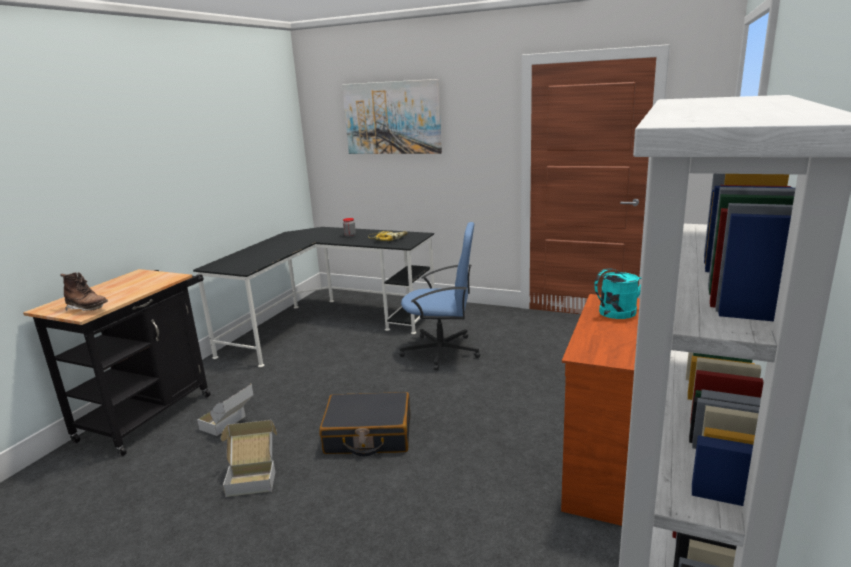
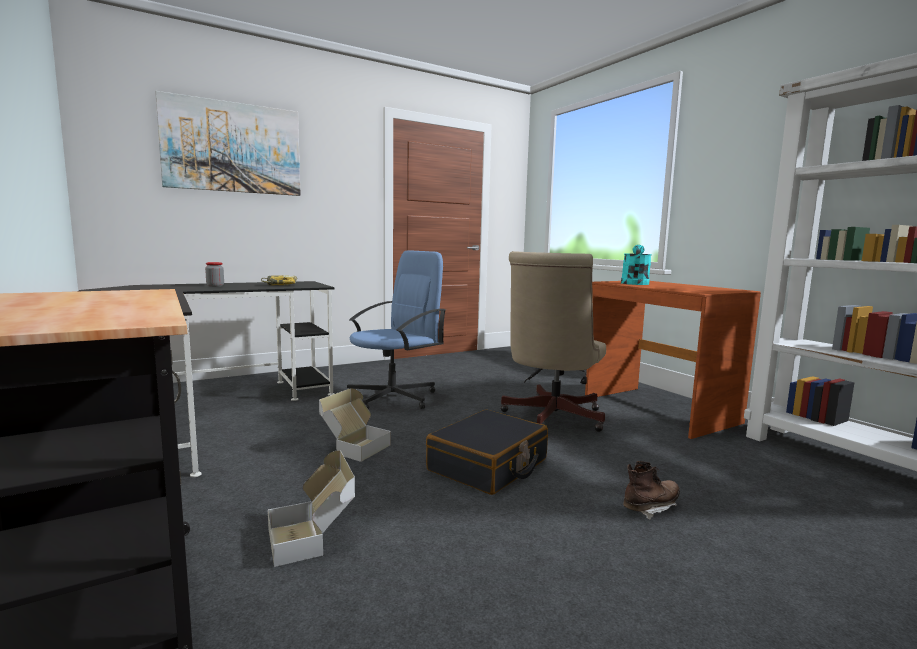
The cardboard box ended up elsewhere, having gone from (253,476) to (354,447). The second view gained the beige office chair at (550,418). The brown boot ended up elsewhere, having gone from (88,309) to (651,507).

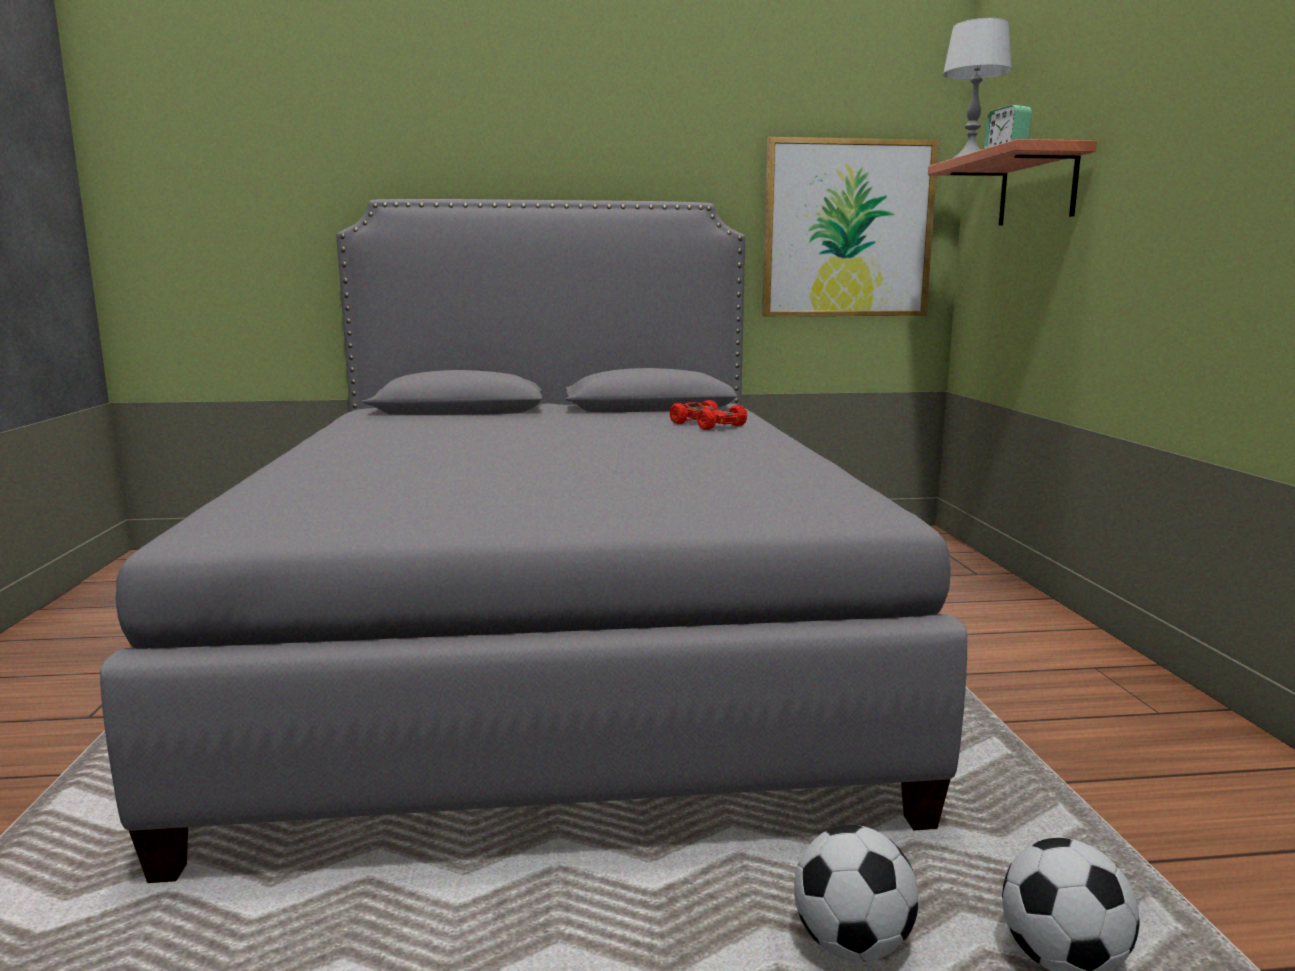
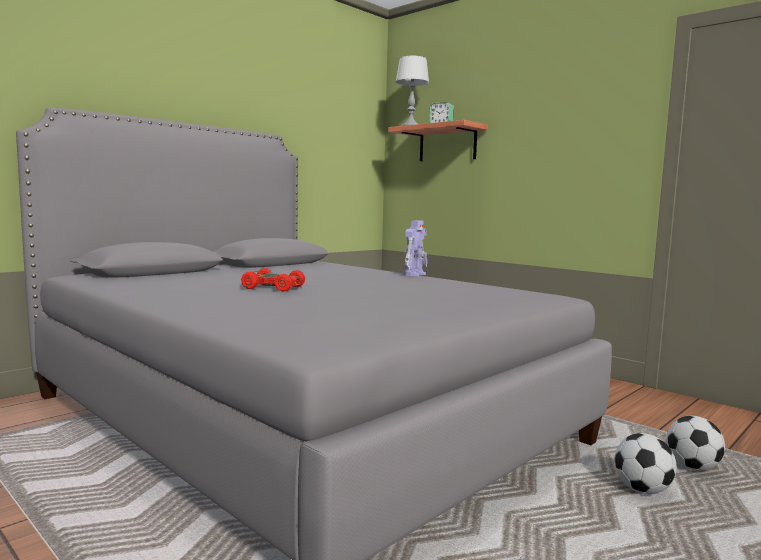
The red toy car ended up elsewhere, having gone from (706,425) to (272,288). The second view gained the toy robot at (414,274). The second view lost the picture at (847,229).

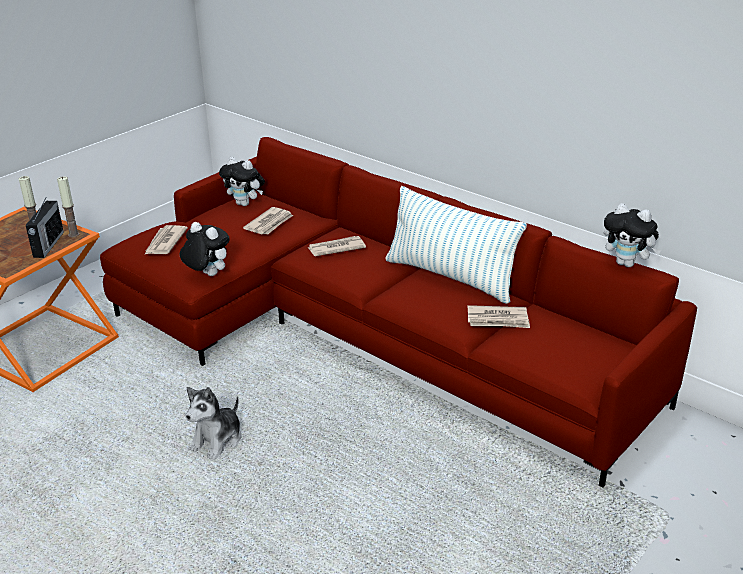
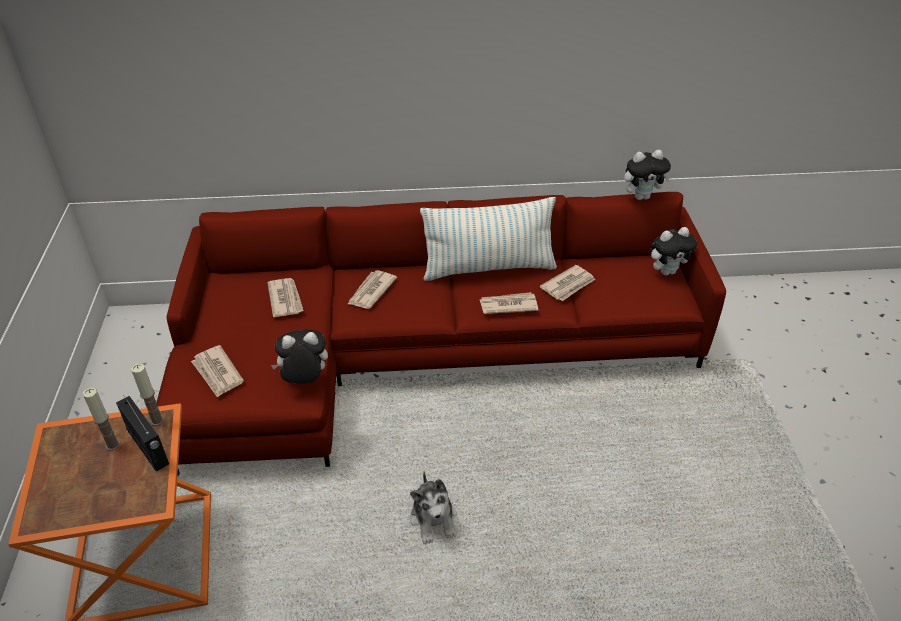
The second view gained the newspaper at (508,305). The plush toy ended up elsewhere, having gone from (245,204) to (667,271).

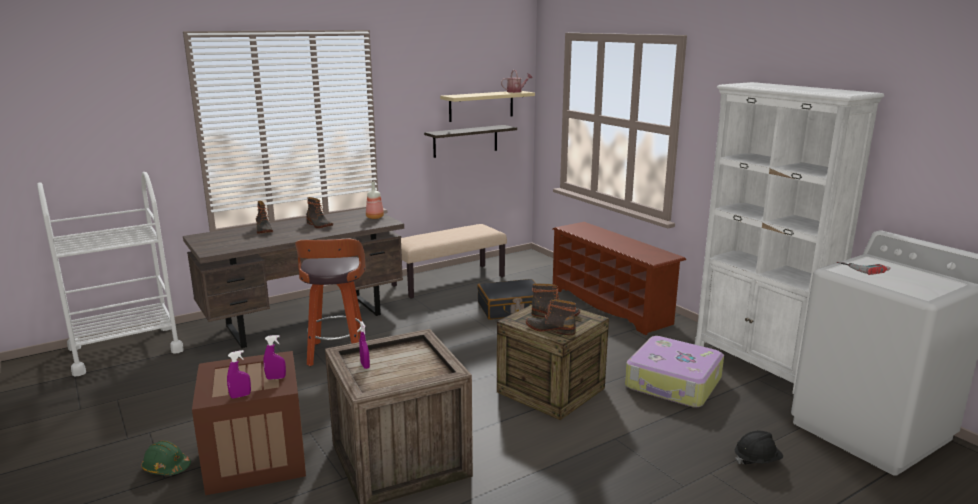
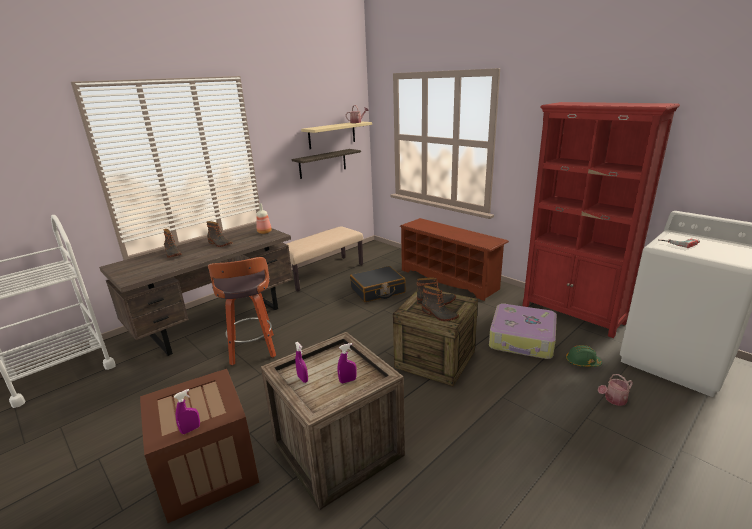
The purple spray bottle ended up elsewhere, having gone from (276,378) to (347,381). The boot at (550,329) ended up facing another way, 150 degrees counterclockwise from before. What was the white bookcase at (758,364) turned into the red bookcase at (573,314). The green hard hat ended up elsewhere, having gone from (166,467) to (582,362). Where the black hard hat stood at (757,460), the watering can came to stand at (613,400).

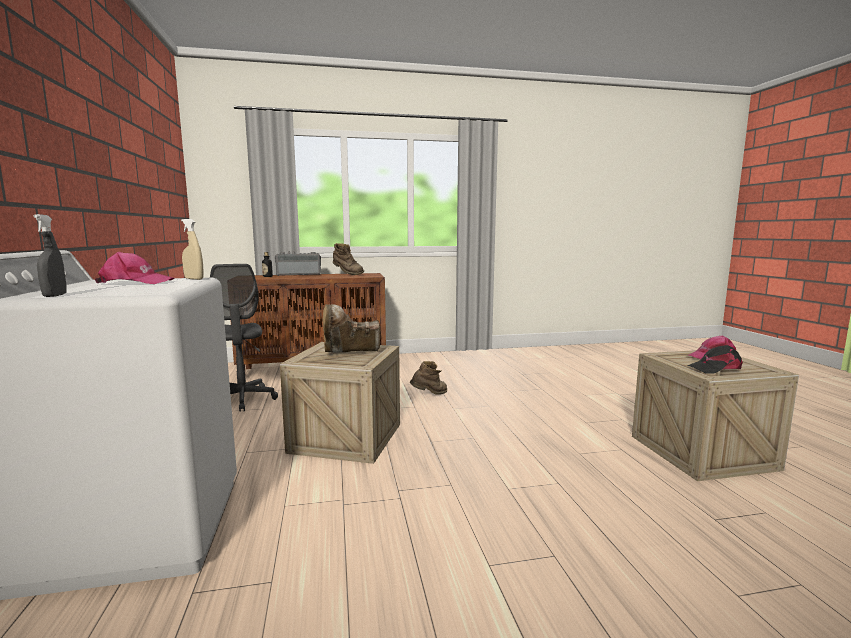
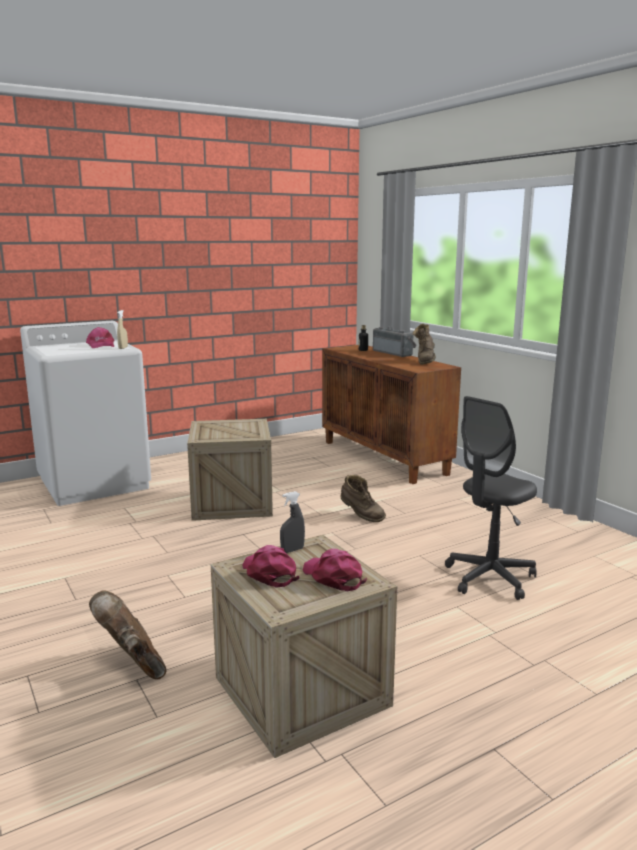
The brown boot ended up elsewhere, having gone from (350,355) to (133,663). What was the black cap at (715,368) turned into the pink cap at (269,572). The grey spray bottle ended up elsewhere, having gone from (55,295) to (292,550). The grey office chair ended up elsewhere, having gone from (243,400) to (490,578).

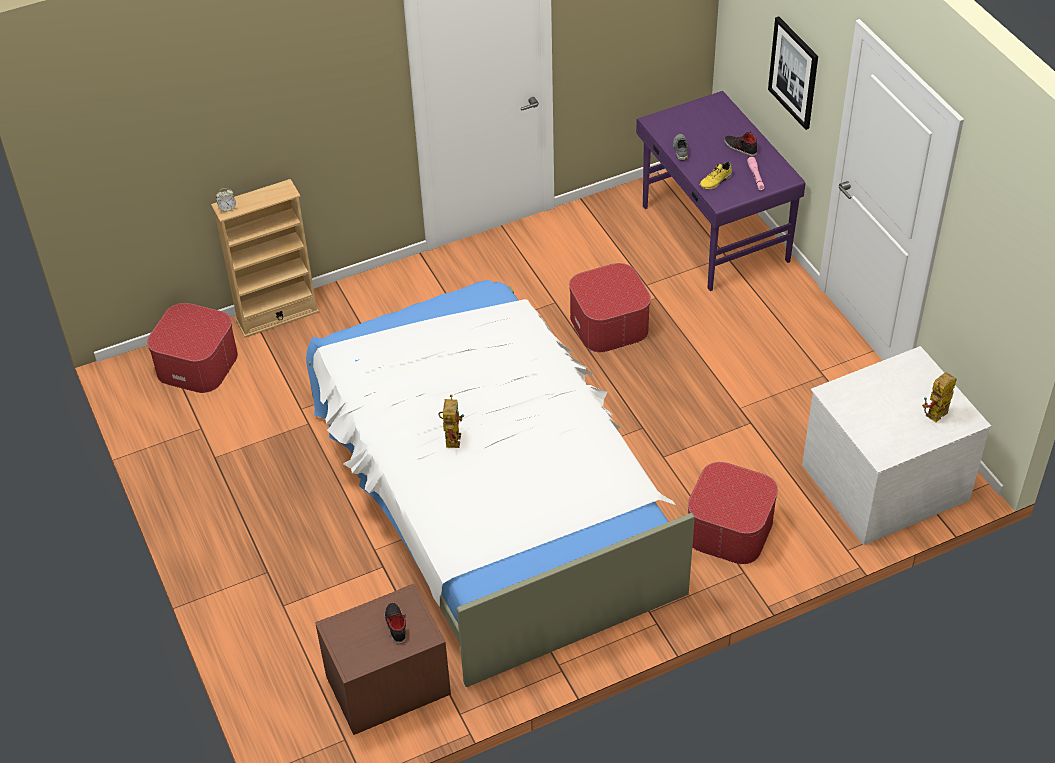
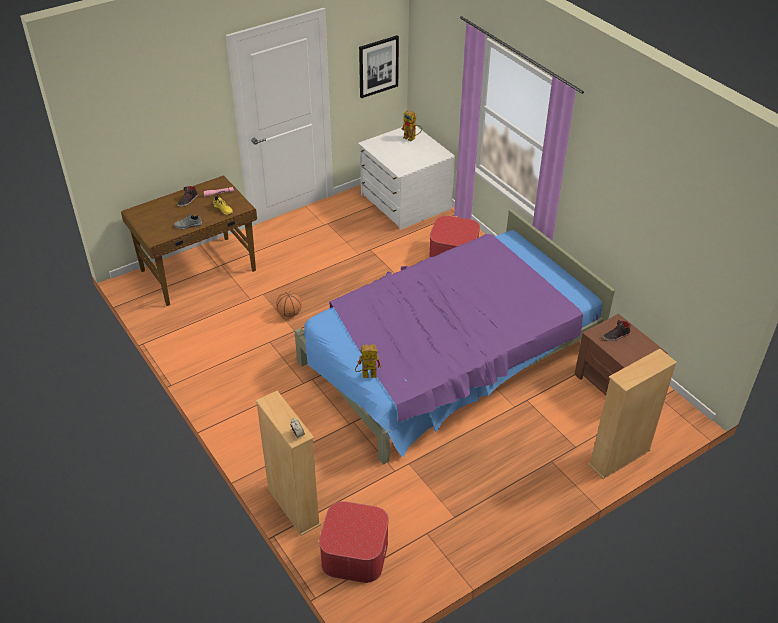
What was the purple desk at (714,234) turned into the brown desk at (199,271). Where the ottoman stood at (609,324), the basketball came to stand at (289,313). What was the white bed at (489,489) turned into the purple bed at (448,356). The toy robot ended up elsewhere, having gone from (451,436) to (366,376). The picture ended up elsewhere, having gone from (794,72) to (378,66). The second view gained the beige bookcase at (619,458).

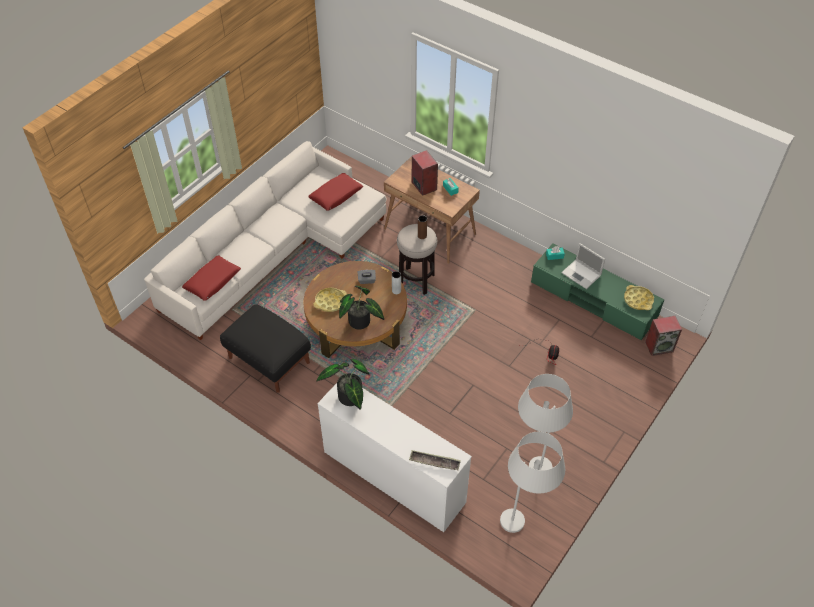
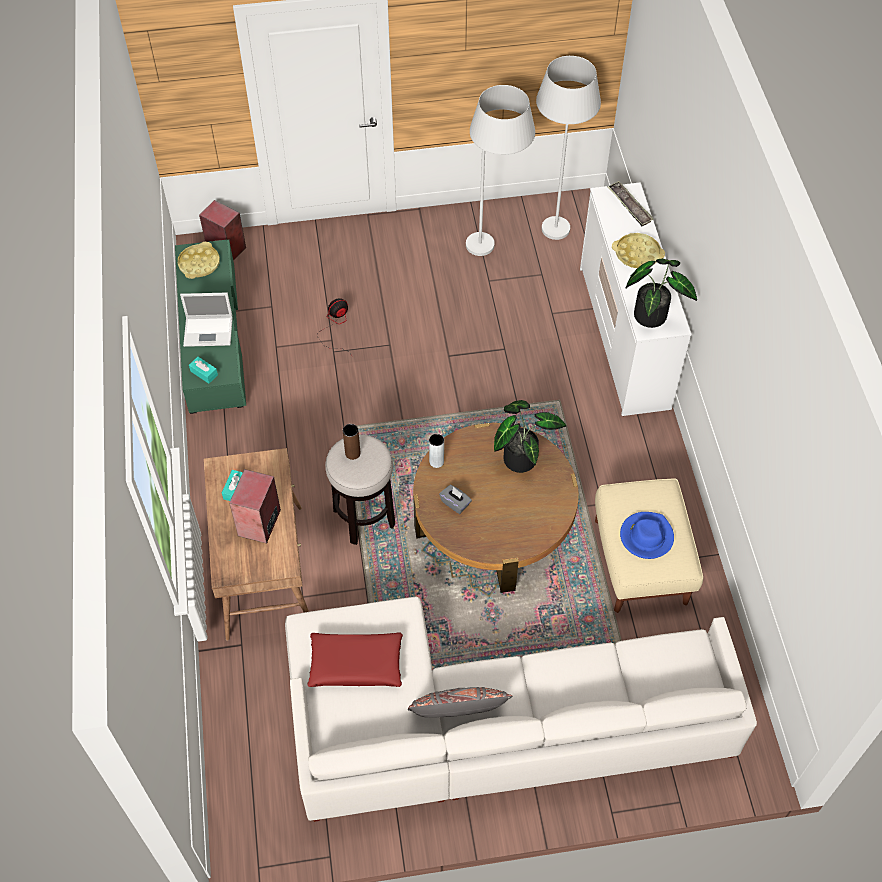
The laptop at (582,274) ended up facing another way, 90 degrees clockwise from before. The second view gained the grey pillow at (458,711). What was the black ottoman at (269,359) turned into the beige ottoman at (640,561). The yellow tray ended up elsewhere, having gone from (330,301) to (637,254). The second view gained the blue hat at (646,536). The second view lost the red pillow at (212,282).

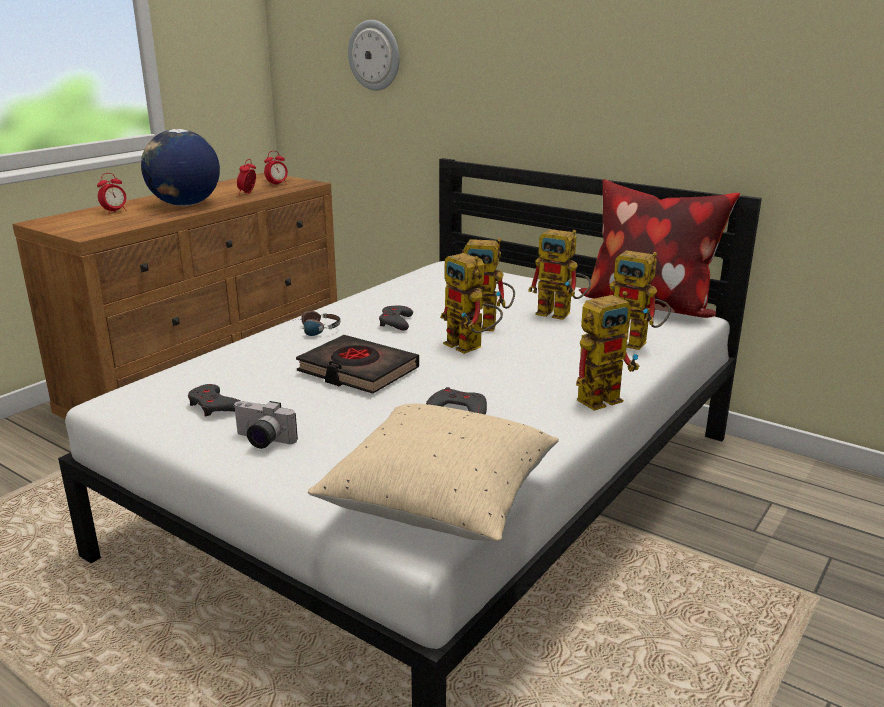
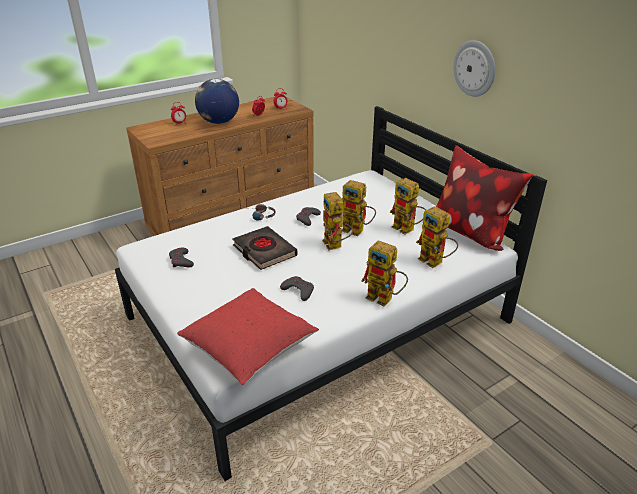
What was the beige pillow at (440,501) turned into the red pillow at (249,348). The toy robot at (604,397) ended up facing another way, 45 degrees clockwise from before. The wall clock ended up elsewhere, having gone from (375,55) to (475,68). The second view lost the photo camera at (261,441).

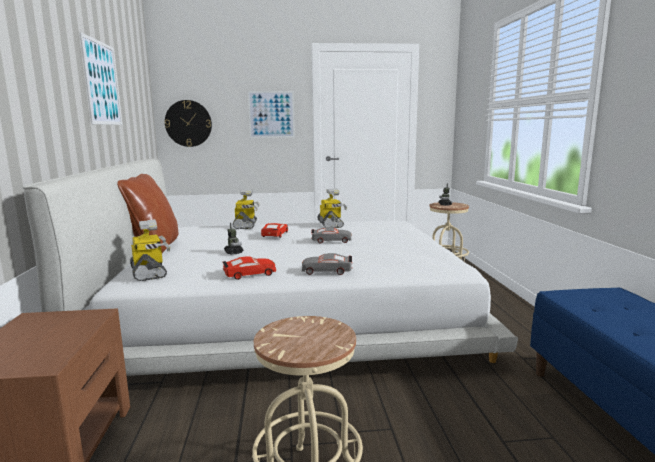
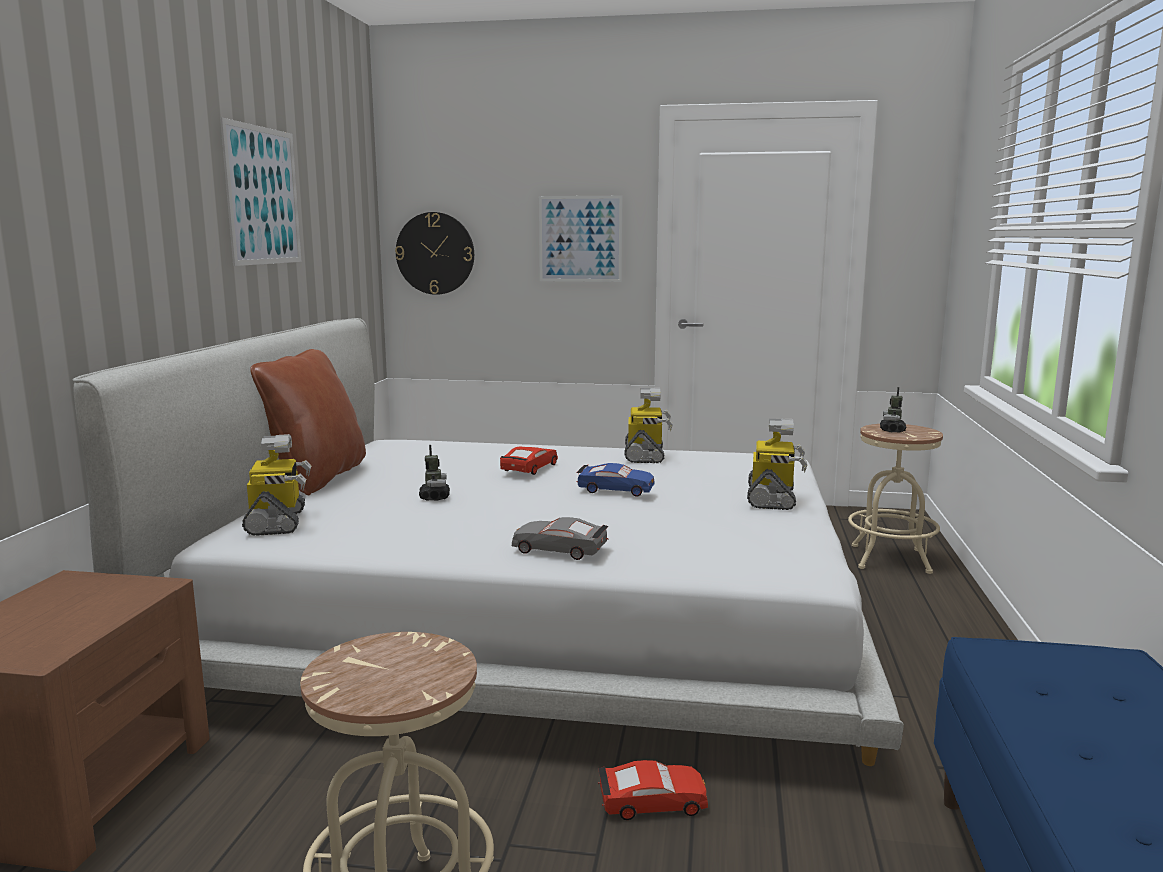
What was the grey toy car at (331,240) turned into the blue toy car at (615,489). The red toy car ended up elsewhere, having gone from (249,274) to (652,802). The toy robot ended up elsewhere, having gone from (246,225) to (772,499).

